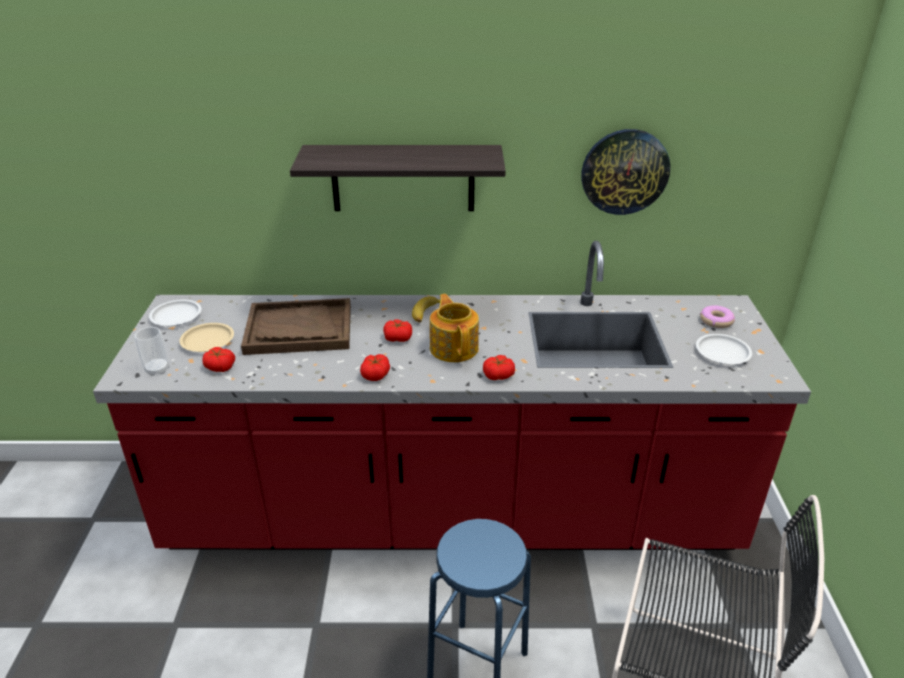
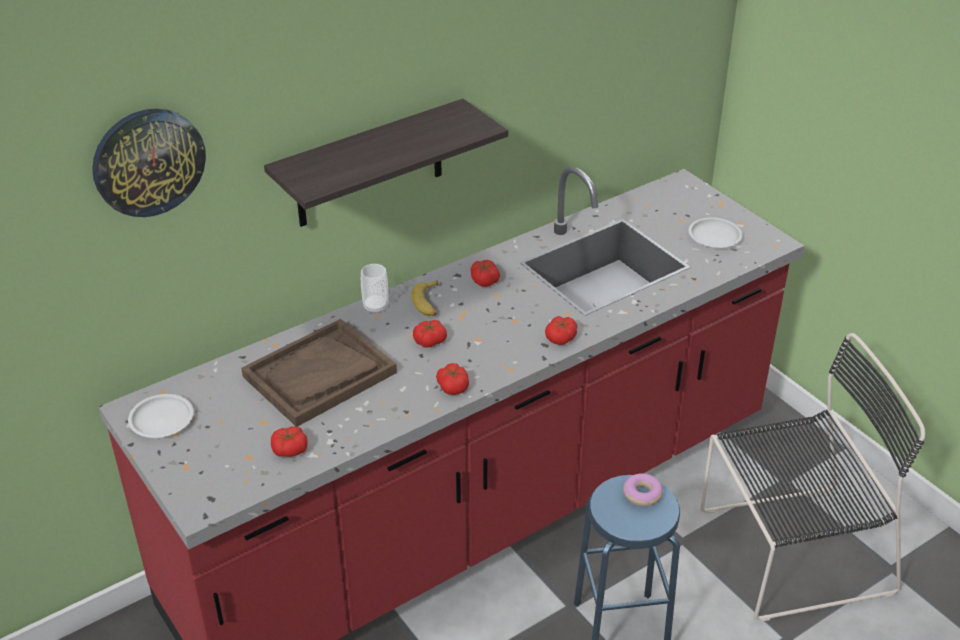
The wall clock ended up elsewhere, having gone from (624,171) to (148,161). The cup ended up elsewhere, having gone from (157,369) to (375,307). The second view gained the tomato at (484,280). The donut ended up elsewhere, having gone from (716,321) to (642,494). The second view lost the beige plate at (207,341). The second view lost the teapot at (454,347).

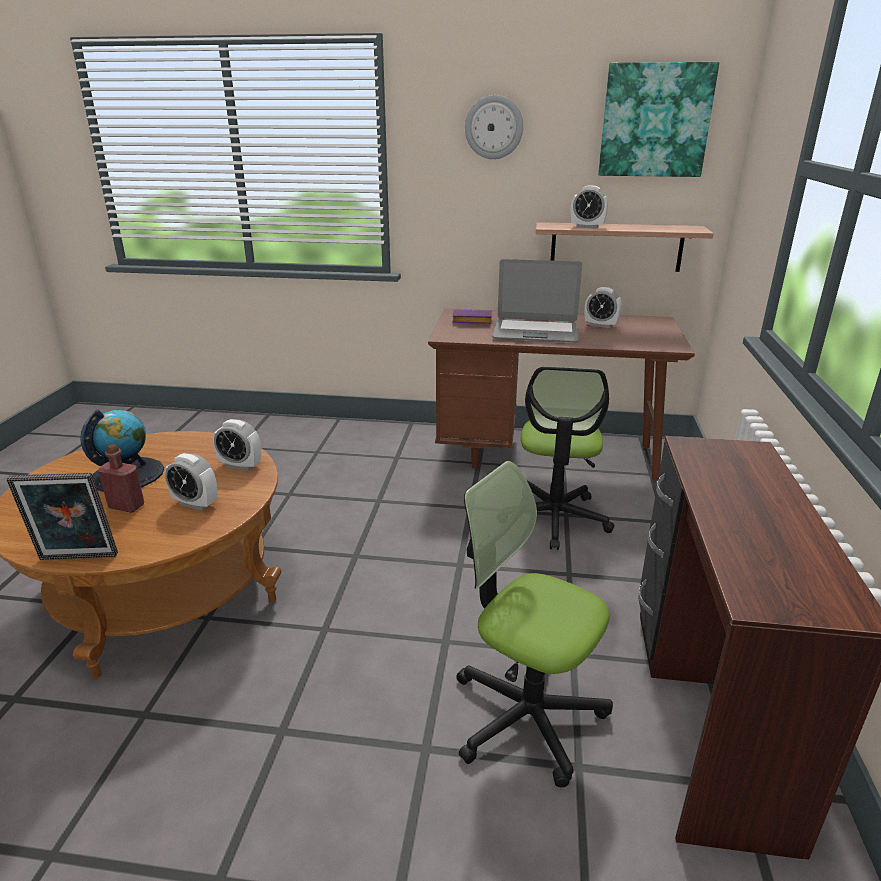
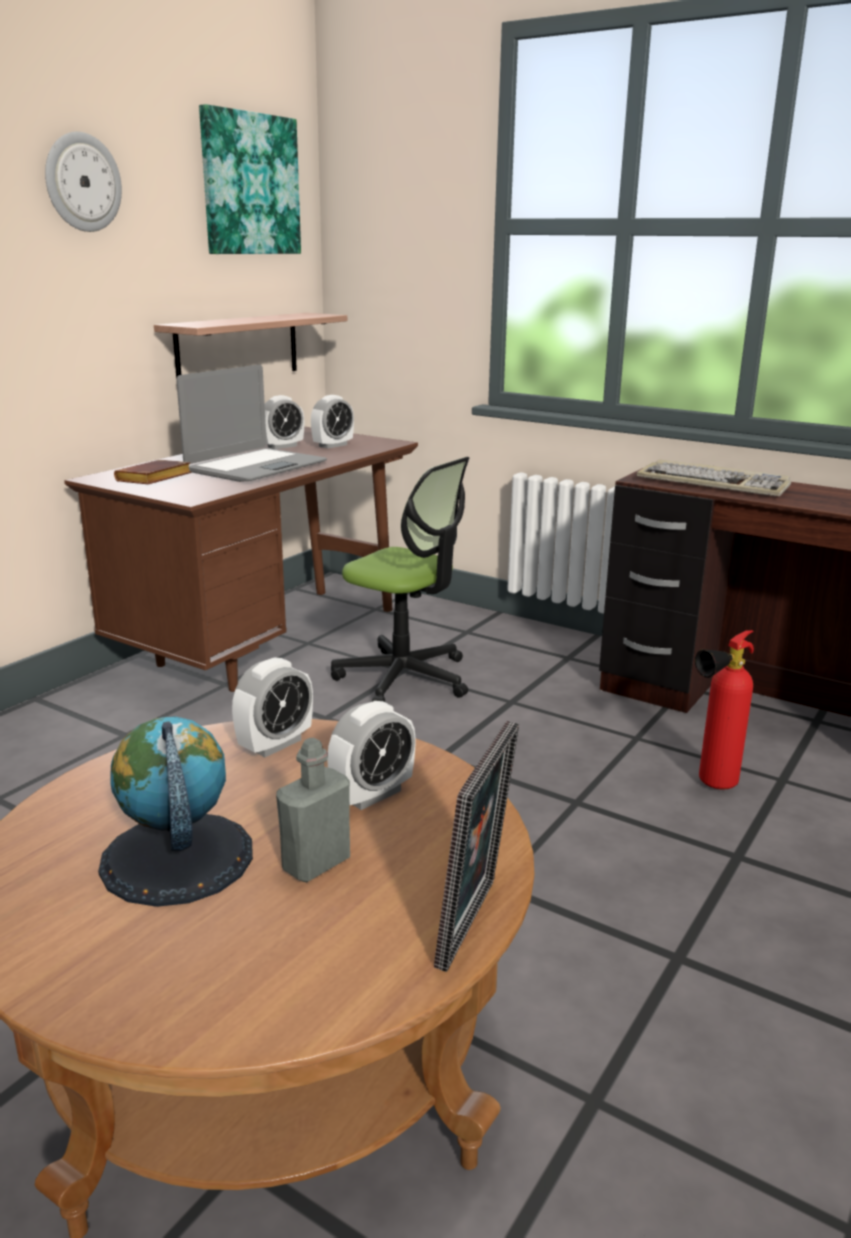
What was the purple book at (471,321) turned into the brown book at (154,479). What was the red bottle at (126,506) turned into the grey bottle at (316,864). The alarm clock ended up elsewhere, having gone from (587,227) to (333,445). The second view gained the keyboard at (714,484). Where the office chair stood at (526,715), the fire extinguisher came to stand at (710,786).

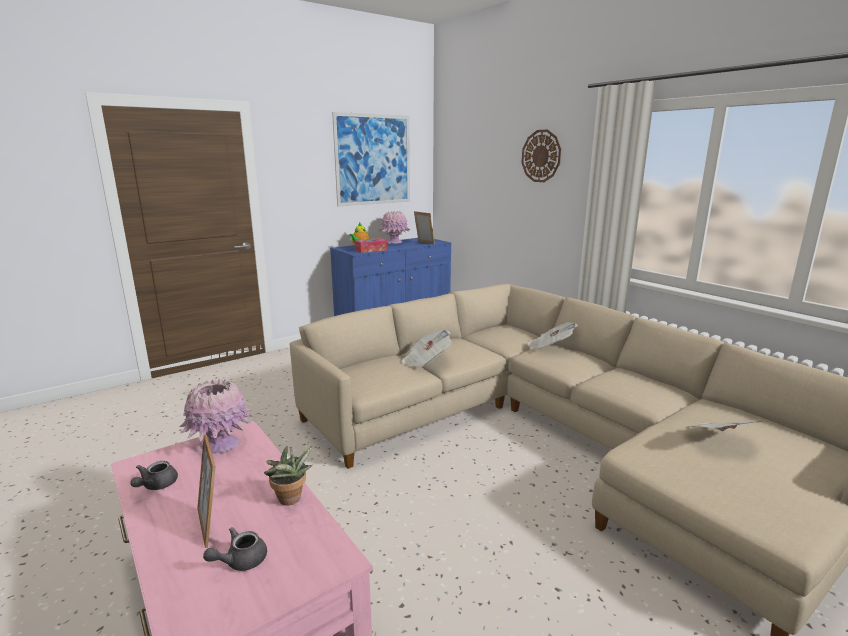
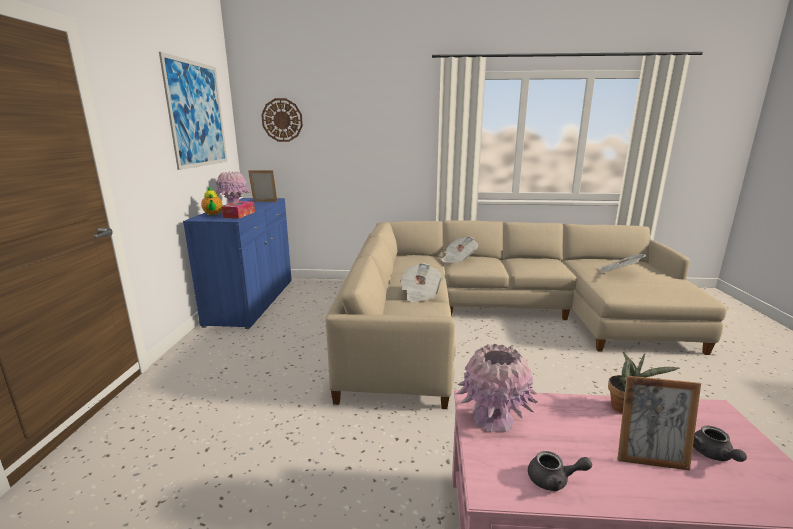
The wall clock ended up elsewhere, having gone from (541,156) to (282,120). The grey teapot at (156,485) ended up facing another way, 45 degrees counterclockwise from before.

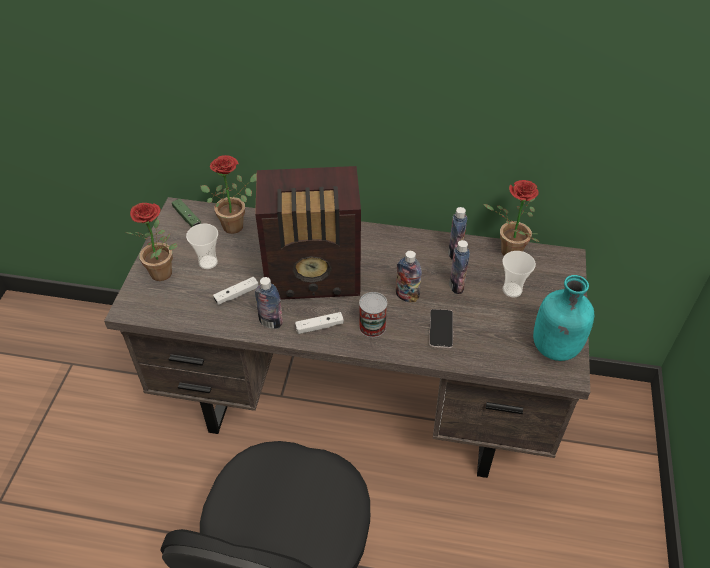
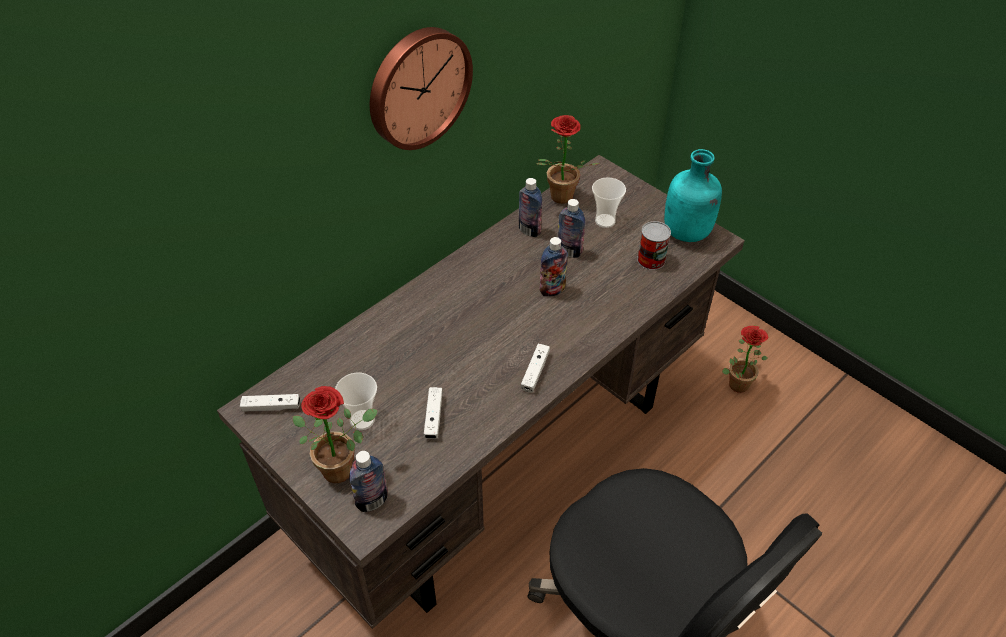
What was the green game controller at (187,217) turned into the white game controller at (271,407). The bottle ended up elsewhere, having gone from (271,322) to (372,501). The second view gained the wall clock at (417,87). The can ended up elsewhere, having gone from (372,326) to (651,260). The potted plant ended up elsewhere, having gone from (236,224) to (737,381). The second view lost the radio at (315,278). The second view lost the phone at (441,329).

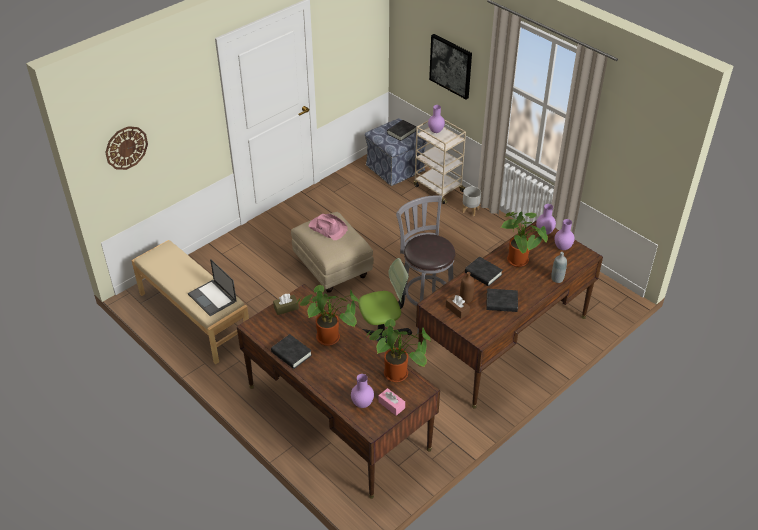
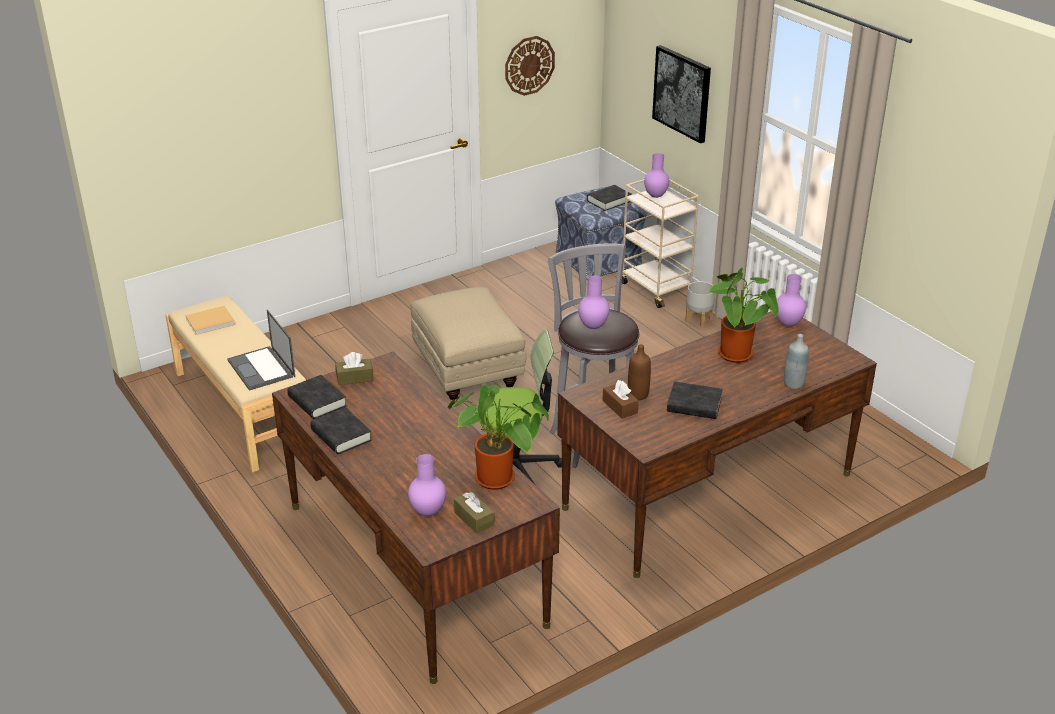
The second view gained the beige book at (212,321). The black book ended up elsewhere, having gone from (483,274) to (317,401). What was the pink tissue box at (391,405) turned into the brown tissue box at (474,519). The wall clock ended up elsewhere, having gone from (126,147) to (529,65). The purple vase ended up elsewhere, having gone from (562,247) to (592,326). The second view lost the potted plant at (331,338). The second view lost the pink hat at (327,228).

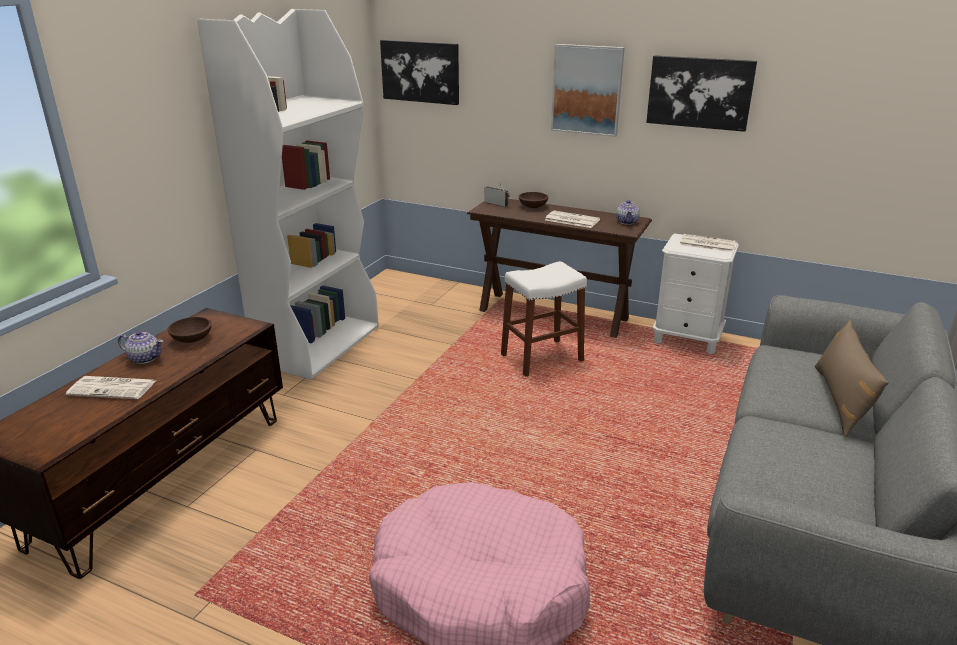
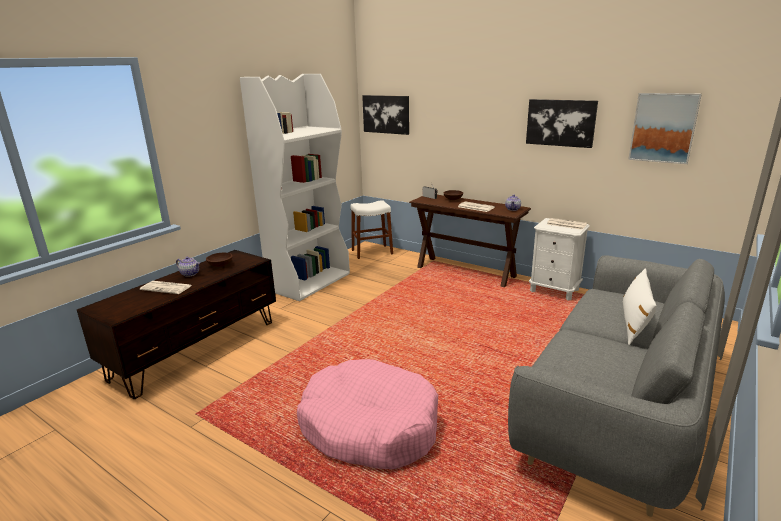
The white stool ended up elsewhere, having gone from (542,358) to (372,252). What was the brown pillow at (841,400) turned into the white pillow at (634,323). The picture ended up elsewhere, having gone from (587,90) to (663,128).

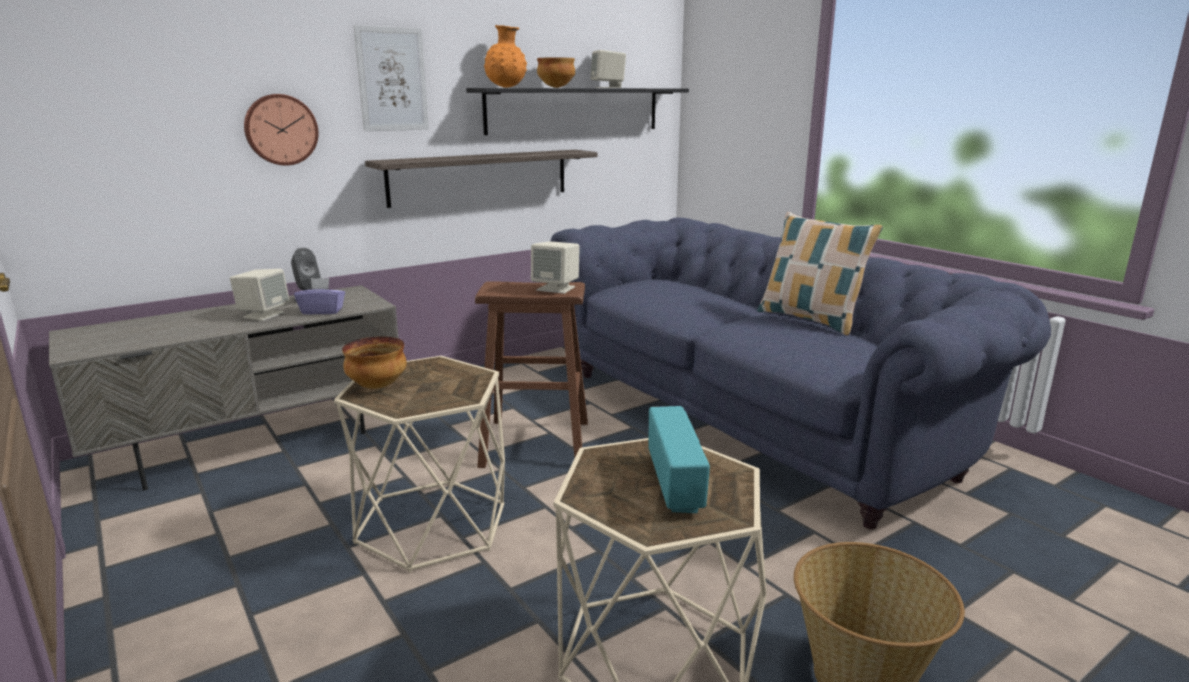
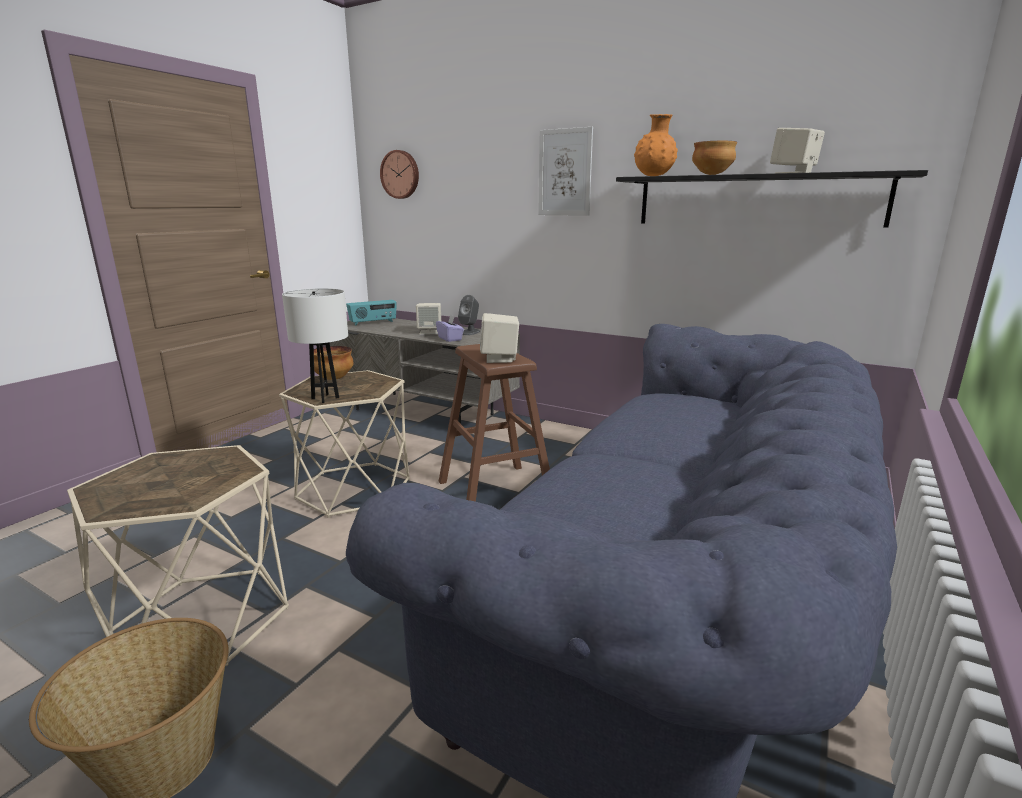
The second view gained the white table lamp at (325,398). The radio ended up elsewhere, having gone from (676,485) to (373,323). The wall clock ended up elsewhere, having gone from (280,129) to (400,174). The second view lost the shelf at (480,177). The second view lost the pillow at (810,320).

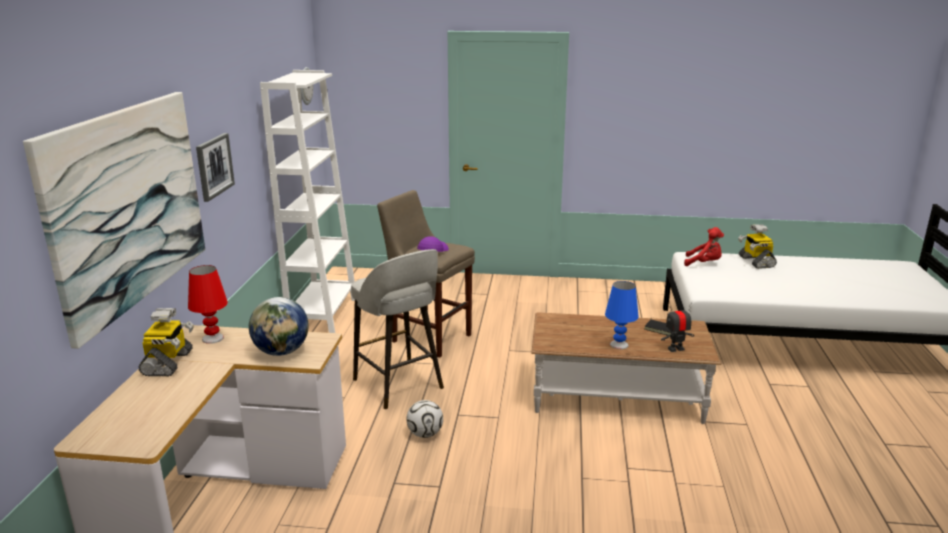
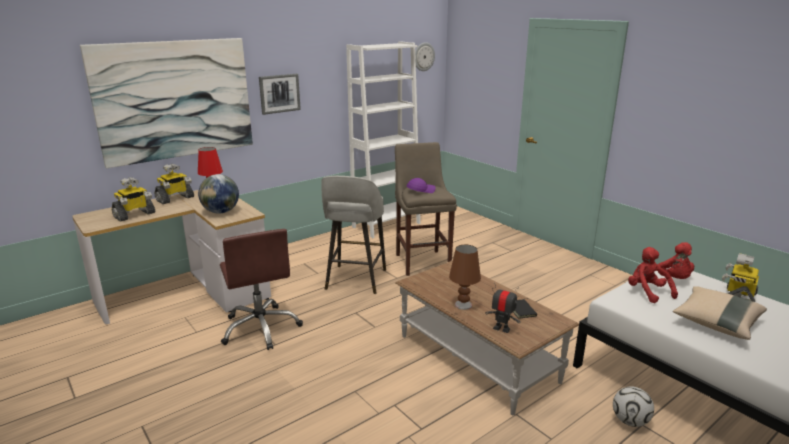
The second view gained the toy robot at (134,215). The second view gained the brown office chair at (261,328). What was the blue table lamp at (619,345) turned into the brown table lamp at (463,305). The football ended up elsewhere, having gone from (425,434) to (630,421). The second view gained the red plush toy at (647,292). The second view gained the beige pillow at (716,323).

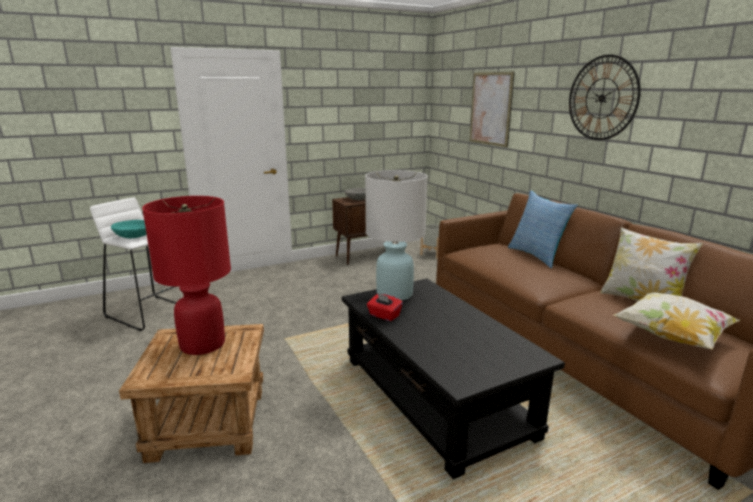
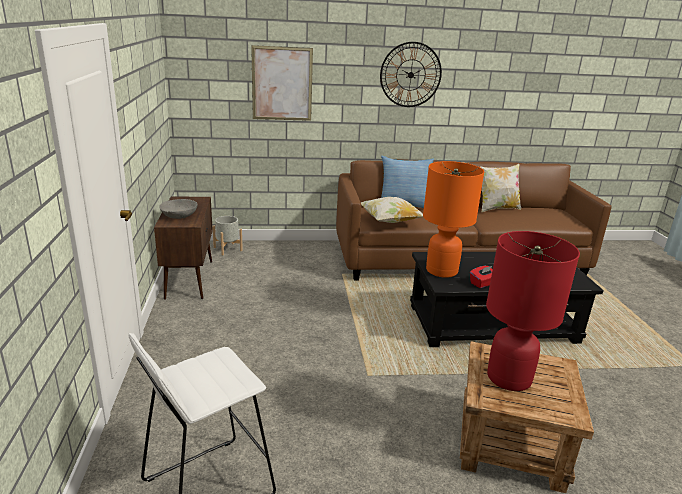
The pillow ended up elsewhere, having gone from (671,337) to (389,221). What was the white table lamp at (394,294) turned into the orange table lamp at (441,270). The second view lost the turquoise bowl at (134,236).

